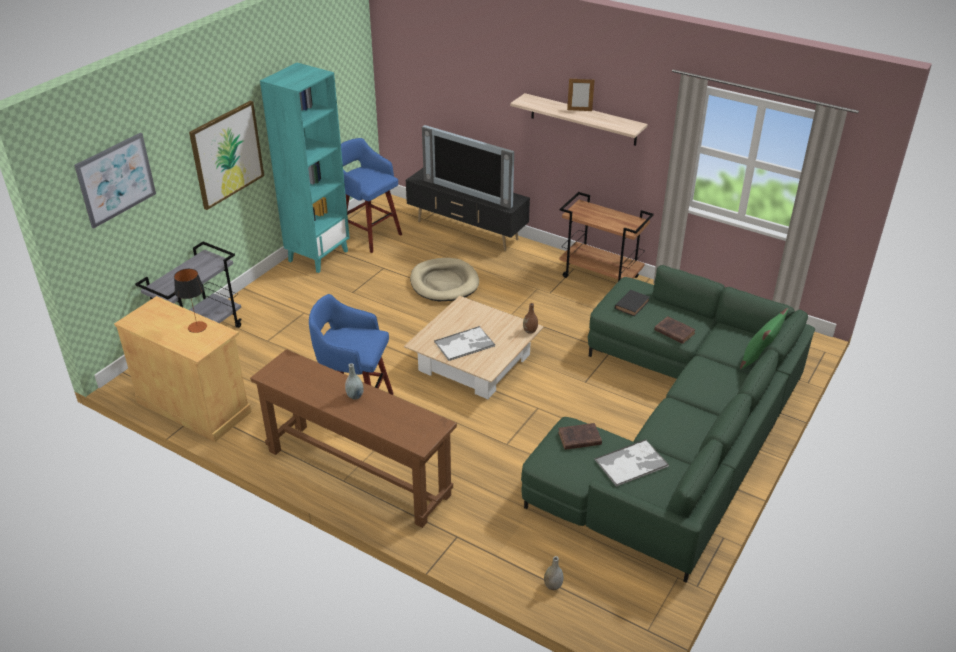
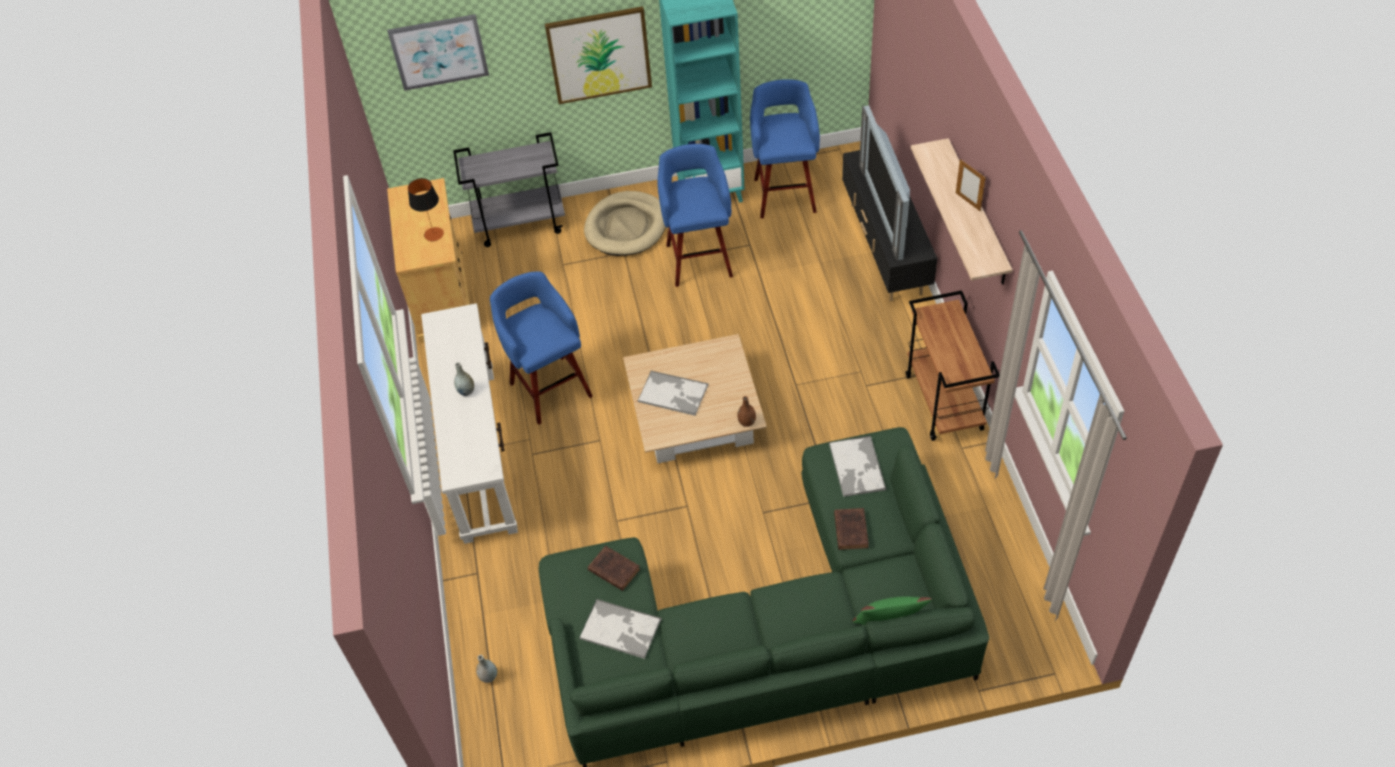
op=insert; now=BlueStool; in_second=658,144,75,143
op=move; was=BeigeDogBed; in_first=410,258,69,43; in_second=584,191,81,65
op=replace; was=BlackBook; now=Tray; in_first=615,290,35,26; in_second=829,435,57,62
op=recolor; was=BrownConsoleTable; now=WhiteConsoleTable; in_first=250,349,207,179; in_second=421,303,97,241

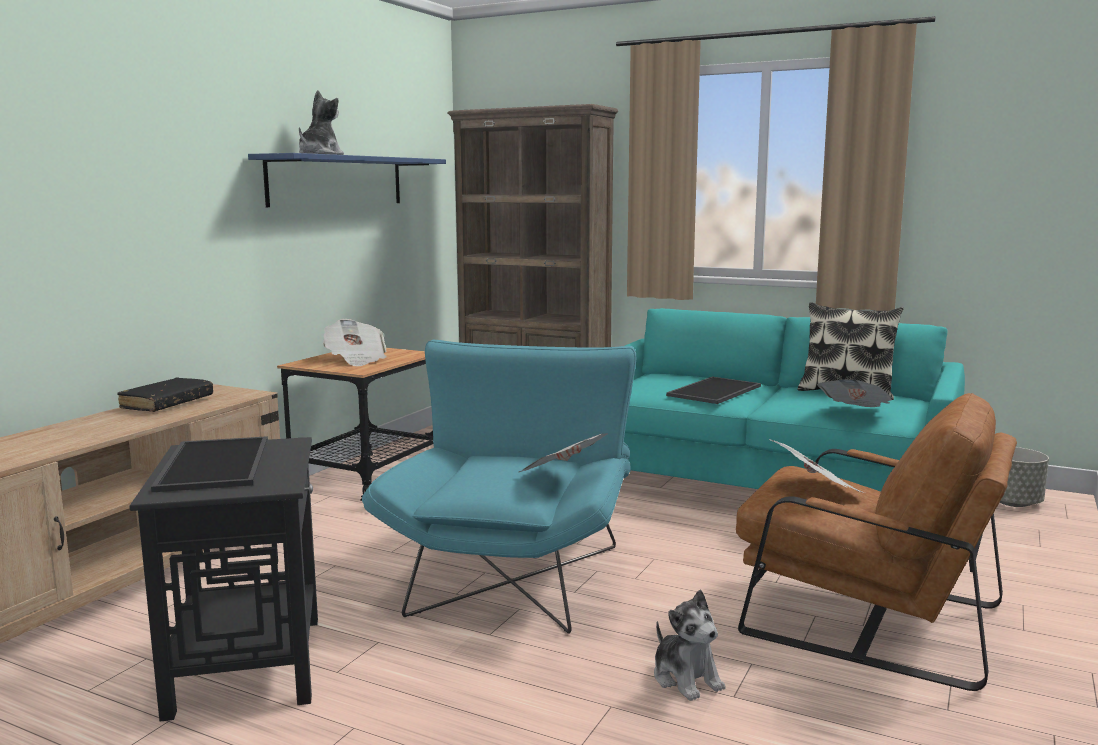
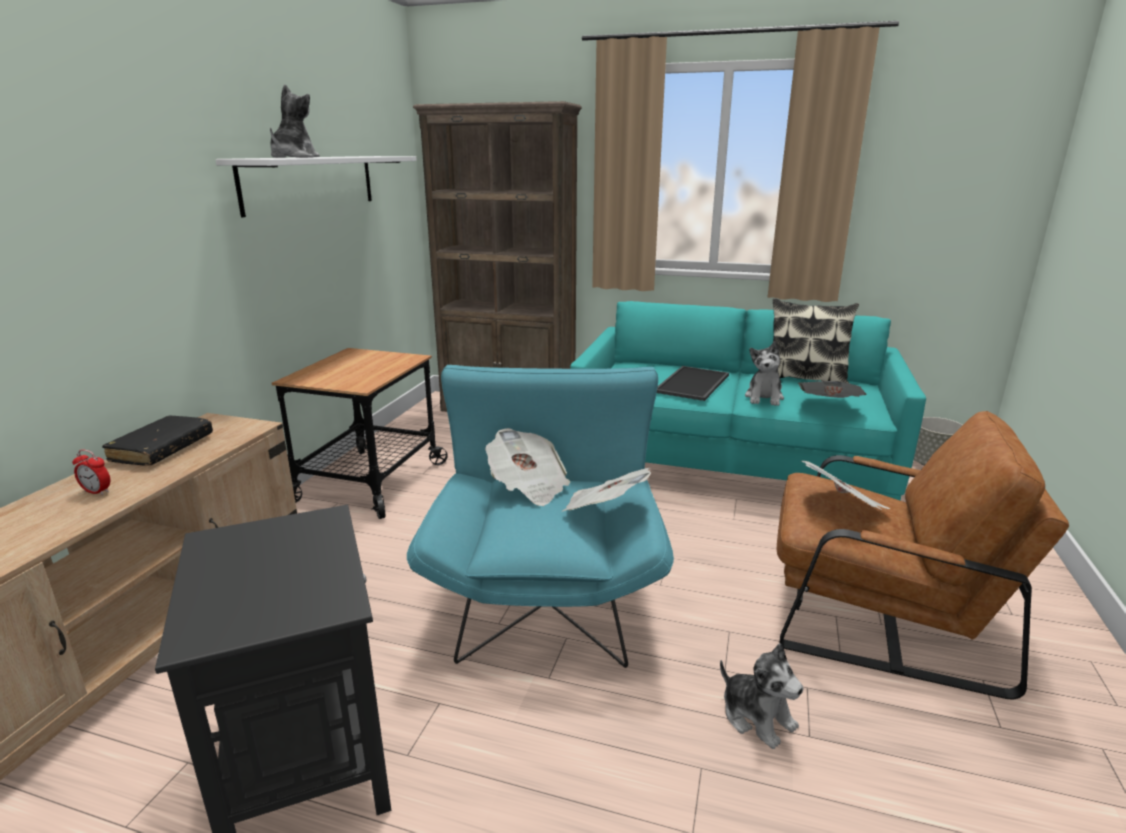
op=delete; was=Tray; in_first=151,436,117,56
op=insert; now=AlarmClock; in_second=72,450,38,45
op=insert; now=PlushToy; in_second=745,342,39,64
op=move; was=Newspaper; in_first=323,319,64,47; in_second=485,428,86,78
op=recolor; was=BlueShelf; now=WhiteShelf; in_first=248,153,198,54; in_second=215,156,202,61

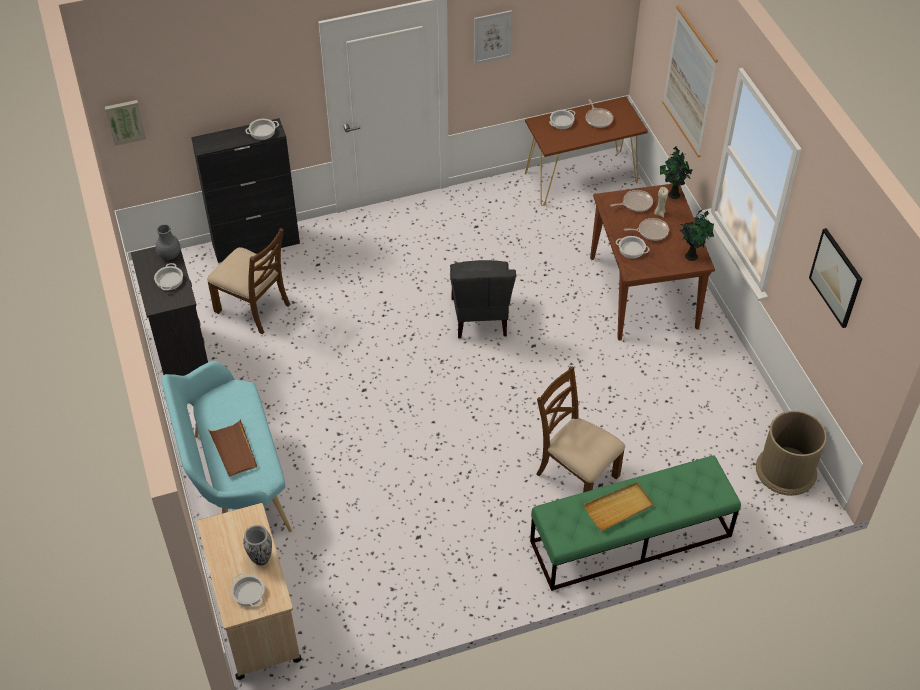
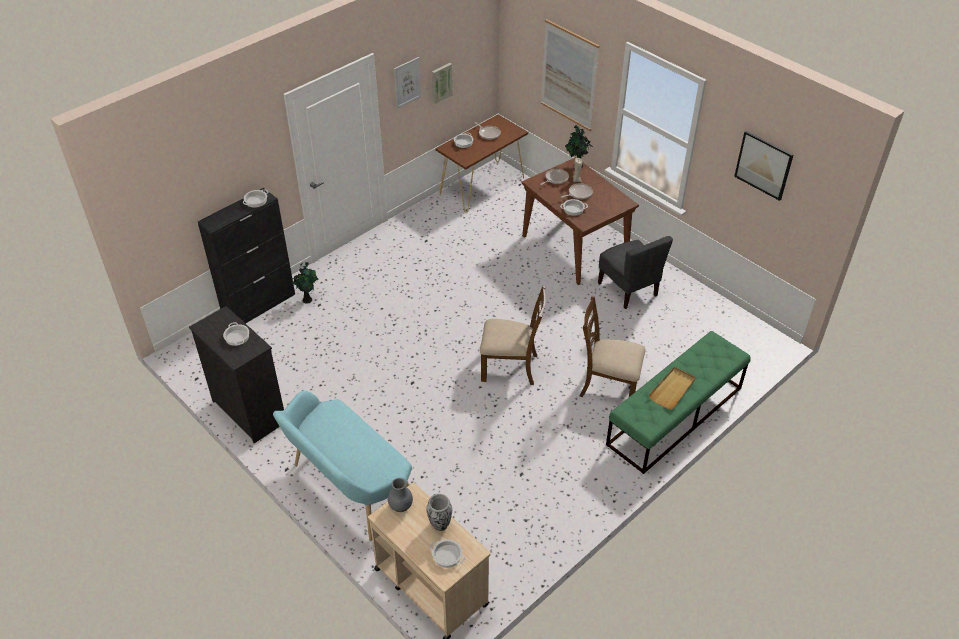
op=delete; was=BrownTray; in_first=208,419,49,58
op=delete; was=BrownTrashCan; in_first=756,411,71,85
op=move; was=Picture; in_first=105,100,41,46; in_second=432,63,21,41
op=move; was=GreyVase; in_first=156,224,25,36; in_second=388,478,25,34
op=move; was=BrownChair; in_first=207,228,84,106; in_second=480,286,66,99
op=move; was=GreyChair; in_first=450,260,66,78; in_second=598,236,75,73
op=move; was=PottedPlant; in_first=680,210,34,51; in_second=290,262,29,42

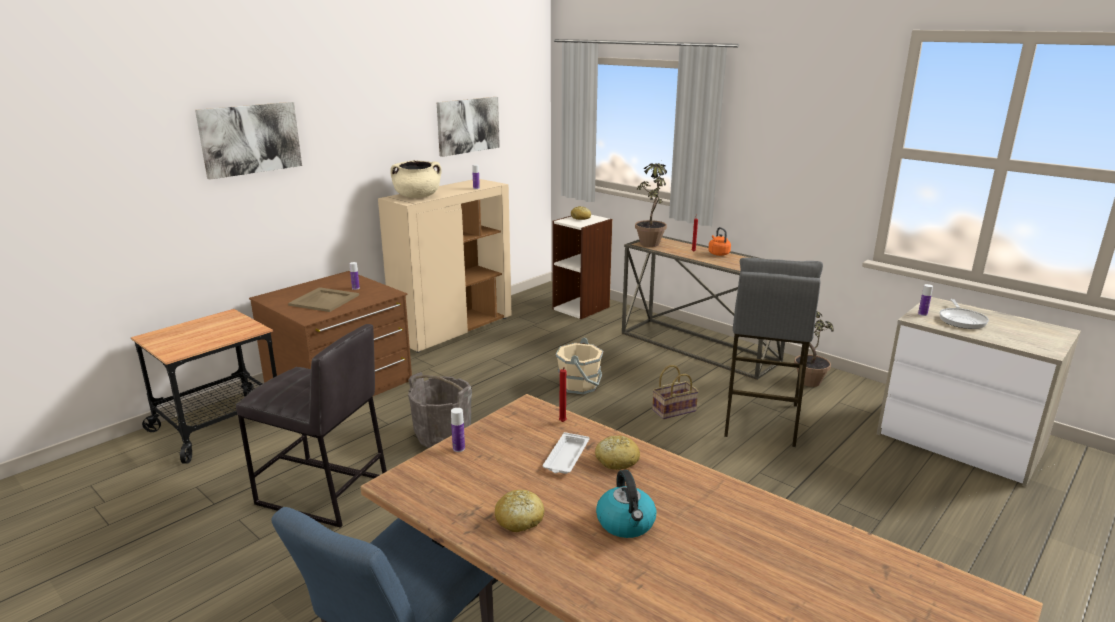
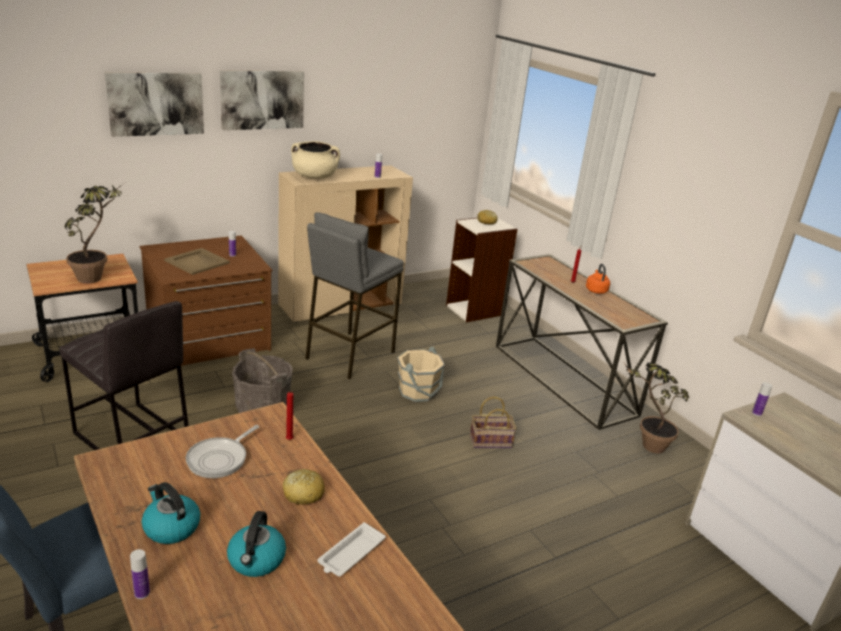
op=move; was=Picture; in_first=437,97,63,60; in_second=220,71,84,59
op=move; was=Bottle; in_first=451,408,14,44; in_second=130,549,20,50
op=move; was=WhiteTray; in_first=543,432,46,42; in_second=317,522,69,55
op=move; was=PottedPlant; in_first=635,162,32,85; in_second=65,184,58,100
op=move; was=GreyStool; in_first=724,258,99,189; in_second=305,212,99,168
op=move; was=FryingPan; in_first=940,299,49,30; in_second=186,425,73,53
op=replace; was=Bread; now=Kettle; in_first=495,490,49,42; in_second=142,482,58,62

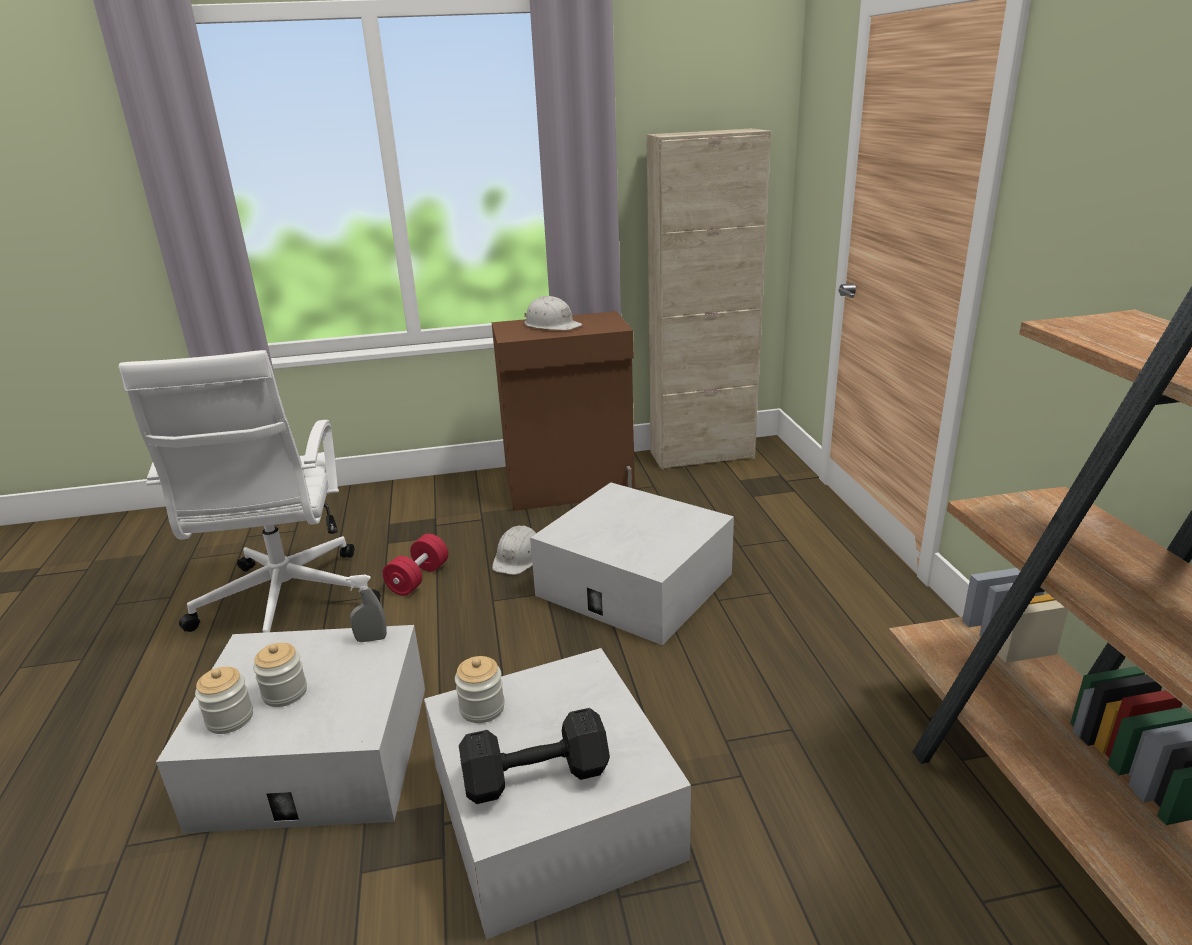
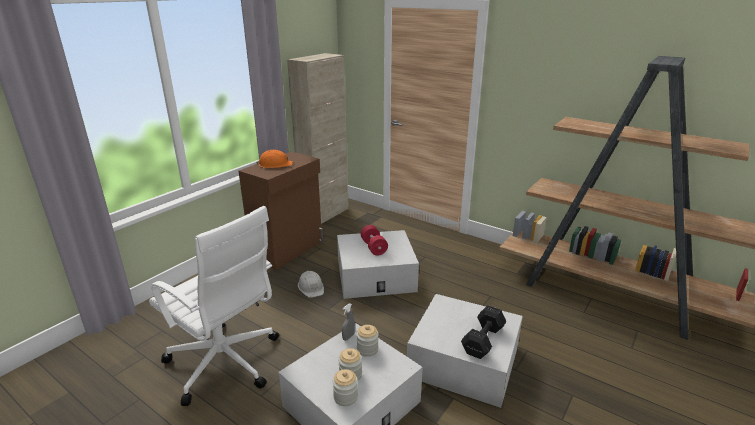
op=move; was=RedDumbbell; in_first=382,534,66,62; in_second=361,225,27,31
op=move; was=Jar; in_first=455,656,50,67; in_second=356,325,23,32
op=recolor; was=WhiteHardHat; now=OrangeHardHat; in_first=524,296,58,35; in_second=256,150,37,18

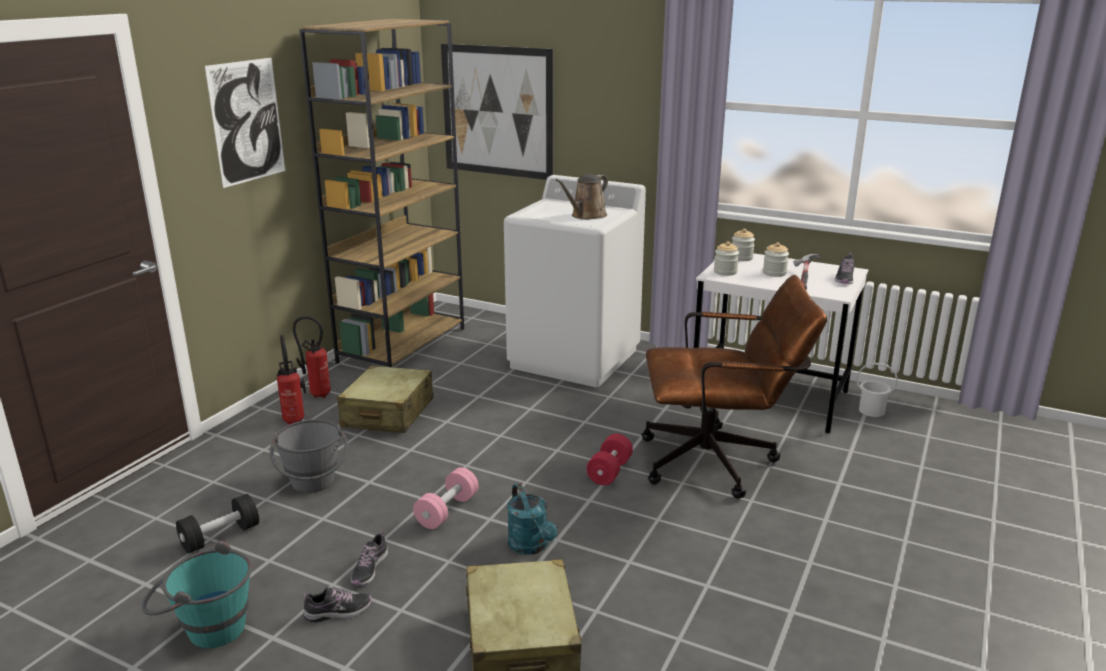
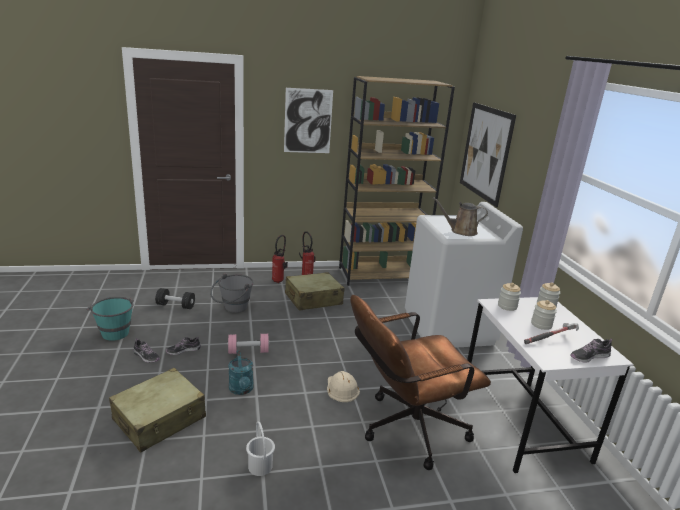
op=move; was=WhiteBucket; in_first=856,363,42,54; in_second=246,422,29,54
op=replace; was=RedDumbbell; now=BeigeHardHat; in_first=586,434,47,51; in_second=327,371,33,31
op=rotate; was=TurquoiseWateringCan; in_first=507,483,50,72; in_second=228,350,26,45; clockwise=-45
op=rotate; was=BrownOfficeChair; in_first=641,275,186,224; in_second=350,295,141,175; clockwise=105

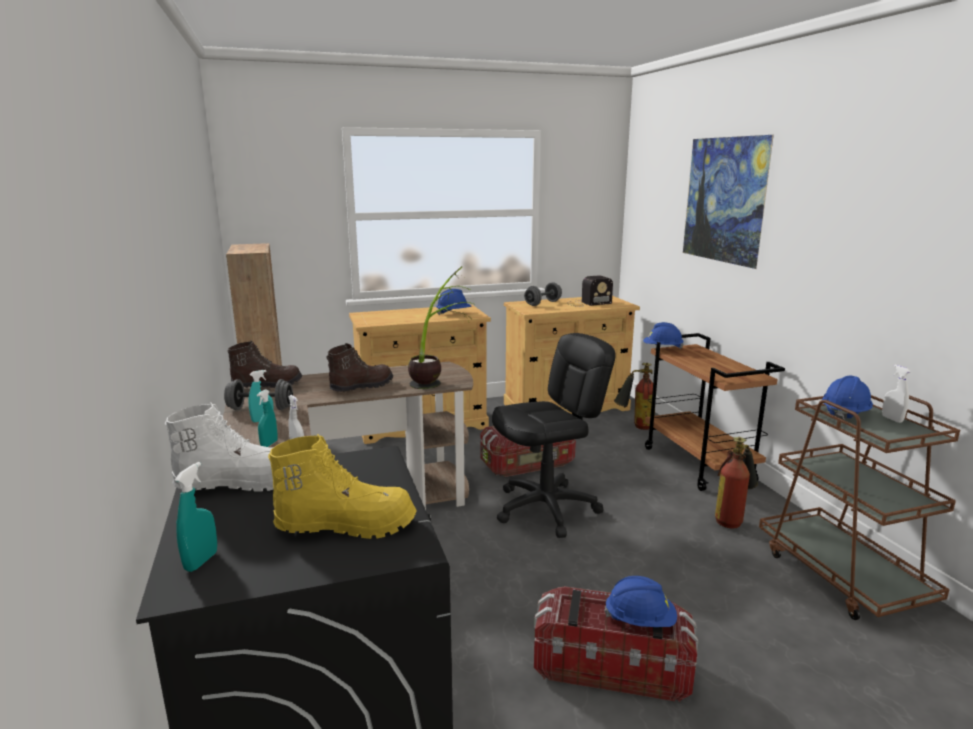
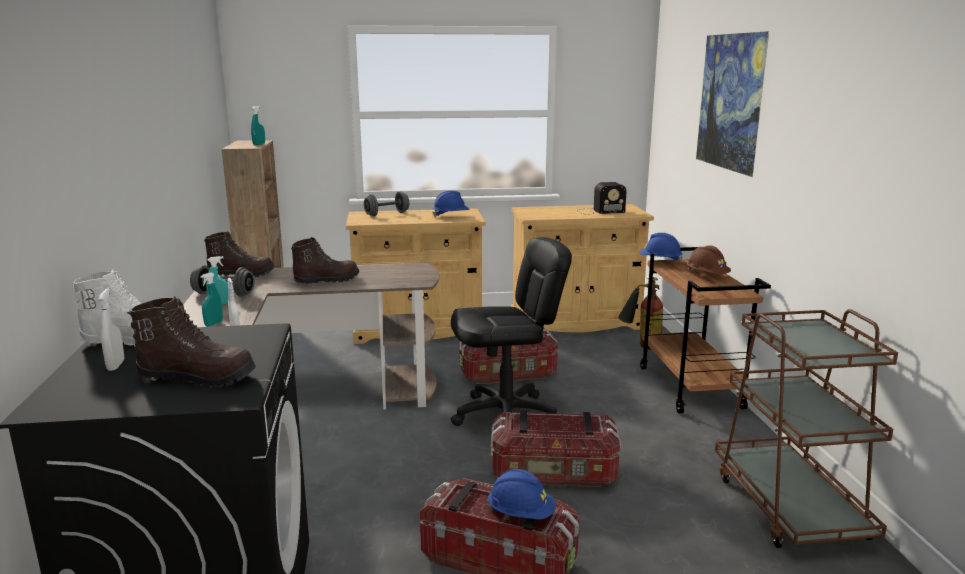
op=delete; was=PottedPlant; in_first=408,266,65,123
op=delete; was=FireExtinguisher; in_first=715,437,43,92
op=delete; was=BlueHardHat; in_first=822,376,51,44
op=insert; now=StorageBox; in_second=491,410,130,77
op=insert; now=BrownHardHat; in_second=687,245,44,29
op=move; was=TurquoiseSprayBottle; in_first=175,462,42,110; in_second=251,106,14,39
op=move; was=GreyDumbbell; in_first=524,282,38,24; in_second=364,191,45,25
op=move; was=WhiteSprayBottle; in_first=882,364,29,59; in_second=98,288,26,83
op=recolor; was=YellowBoot; now=BrownBoot; in_first=268,434,149,105; in_second=130,296,126,93

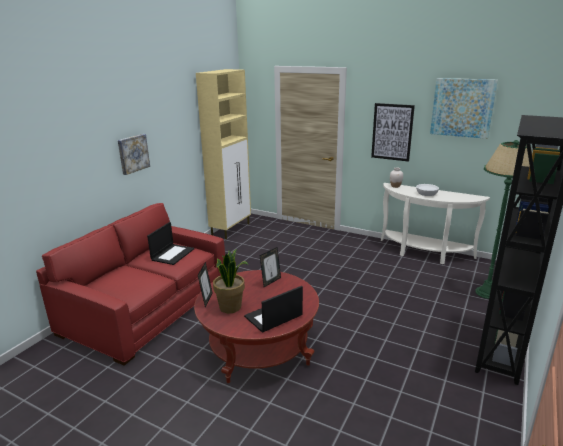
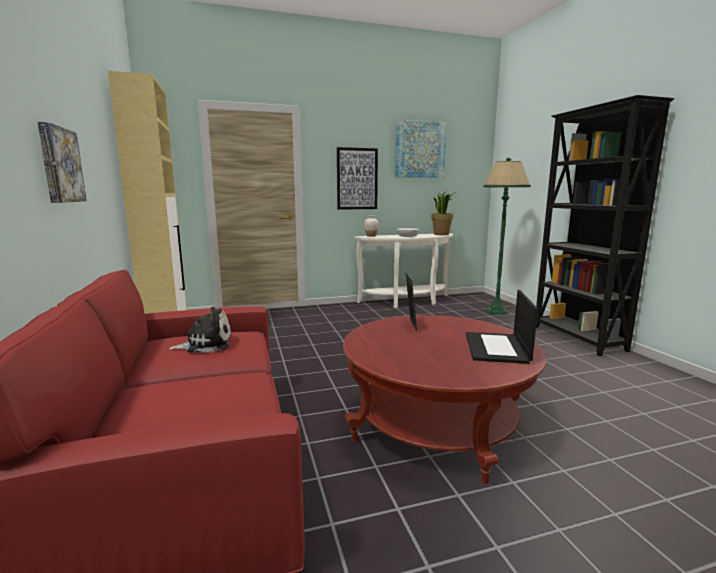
op=delete; was=PictureFrame; in_first=198,262,15,46
op=move; was=PottedPlant; in_first=213,249,35,64; in_second=431,191,25,44
op=replace; was=Laptop; now=PlushToy; in_first=147,222,47,43; in_second=168,307,63,46

